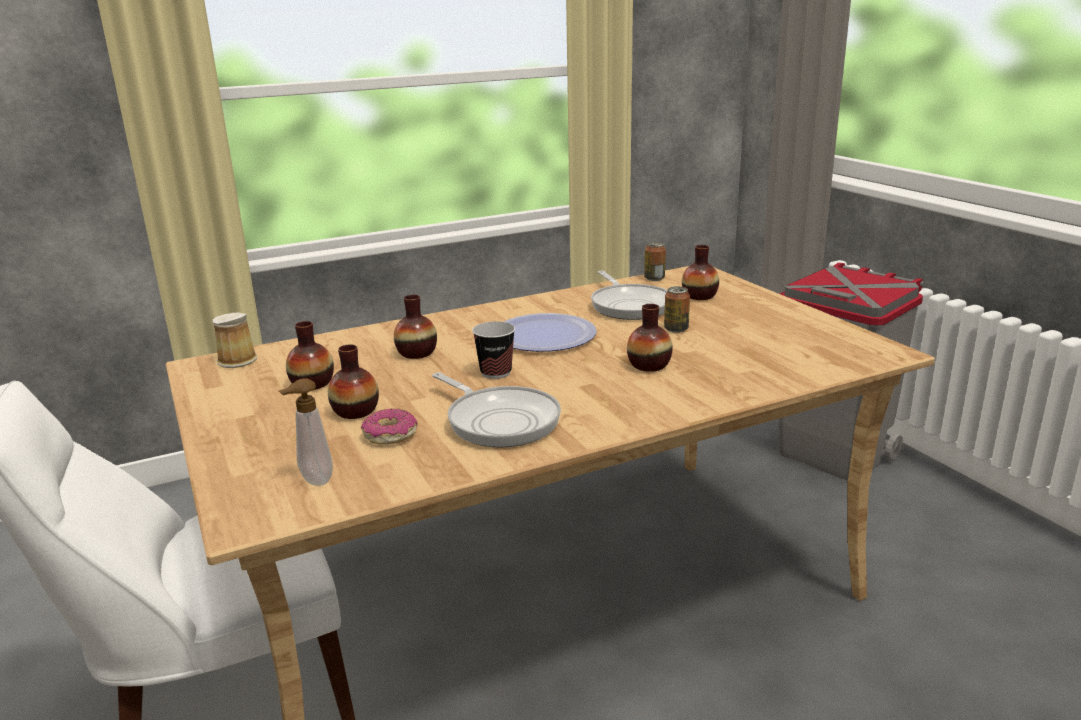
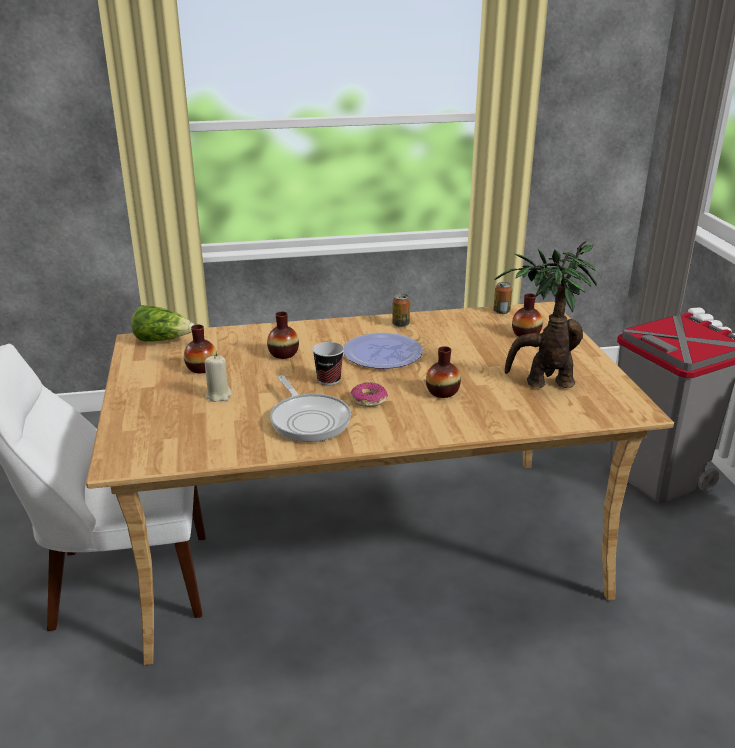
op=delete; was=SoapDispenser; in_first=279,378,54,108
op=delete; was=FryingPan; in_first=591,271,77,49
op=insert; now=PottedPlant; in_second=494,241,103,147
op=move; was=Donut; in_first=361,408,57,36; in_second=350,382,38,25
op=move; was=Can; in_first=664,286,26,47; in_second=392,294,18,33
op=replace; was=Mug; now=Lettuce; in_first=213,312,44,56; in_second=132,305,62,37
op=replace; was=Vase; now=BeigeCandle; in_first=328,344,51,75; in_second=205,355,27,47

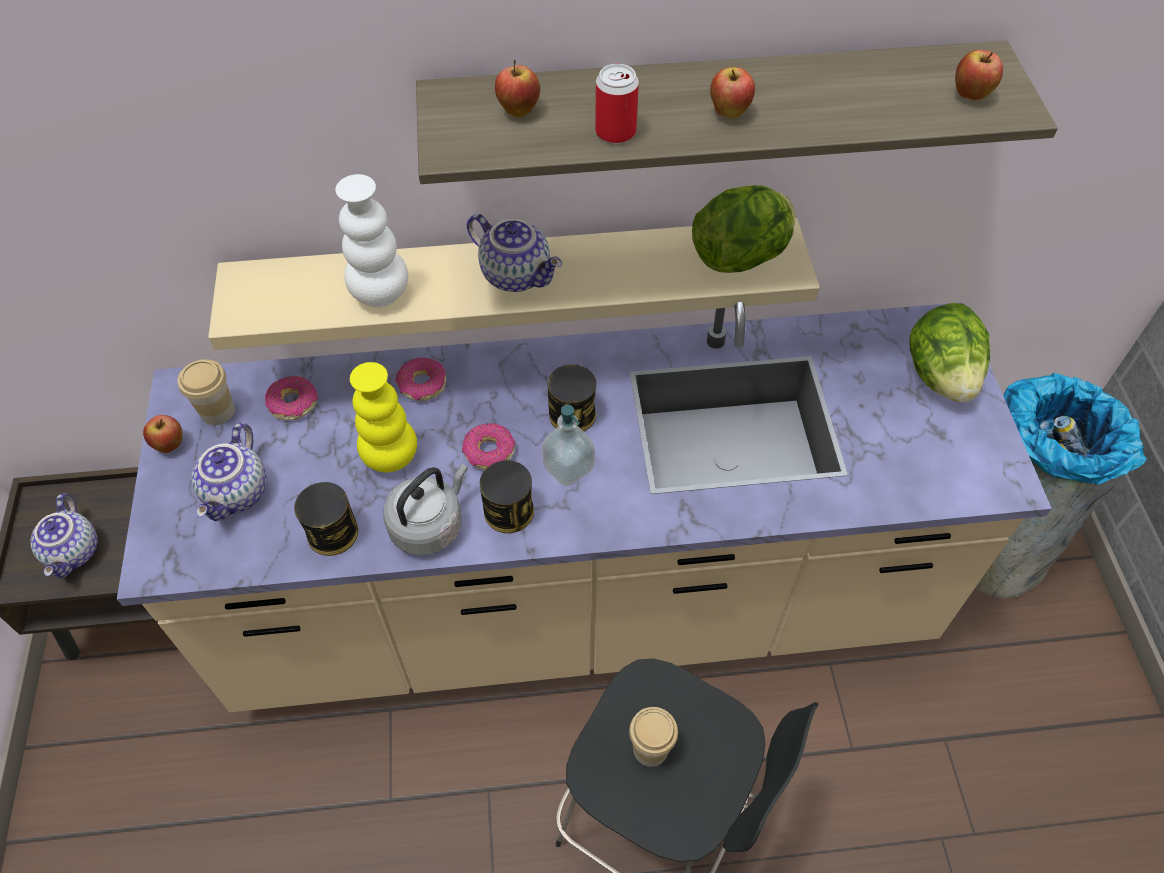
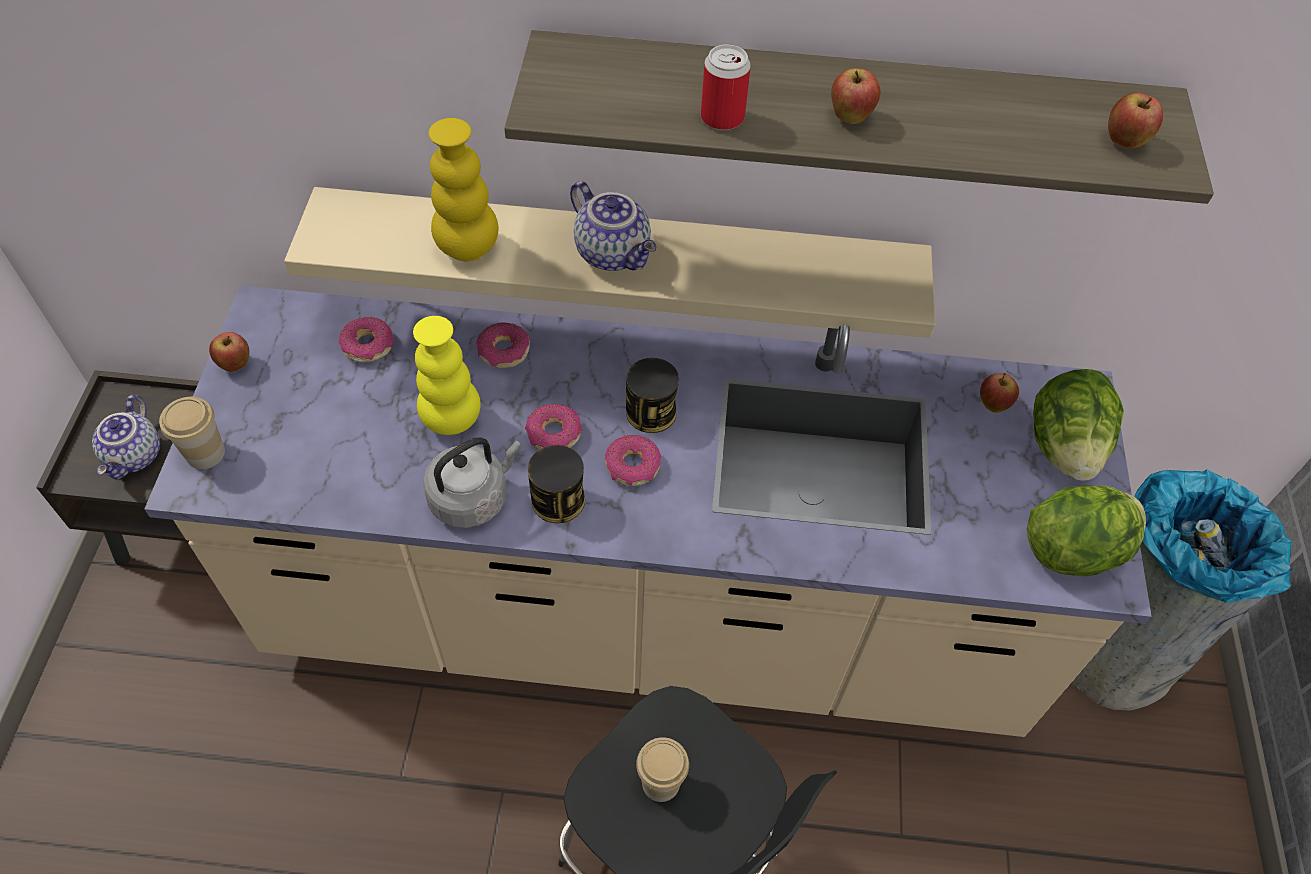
op=delete; was=Teapot; in_first=192,423,75,98
op=delete; was=Can; in_first=294,482,64,74
op=move; was=Cup; in_first=178,359,57,66; in_second=159,397,66,72
op=move; was=Apple; in_first=495,60,45,58; in_second=980,373,39,40
op=move; was=Lettuce; in_first=692,185,103,88; in_second=1027,485,119,92
op=replace; was=SoapDispenser; now=Donut; in_first=542,405,53,81; in_second=605,435,56,51
op=recolor; was=WhiteVase; now=YellowVase; in_first=335,174,73,133; in_second=428,118,71,143

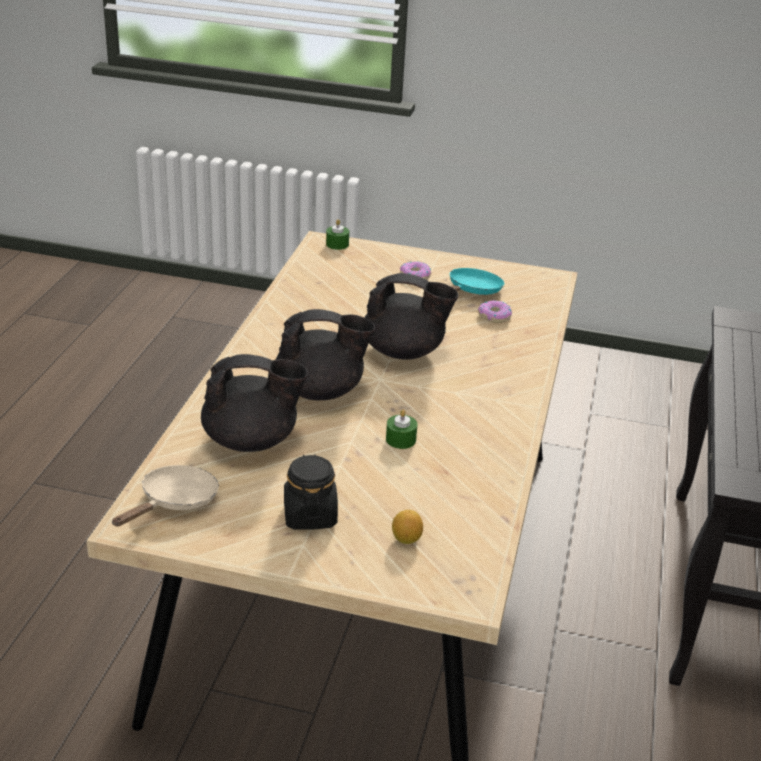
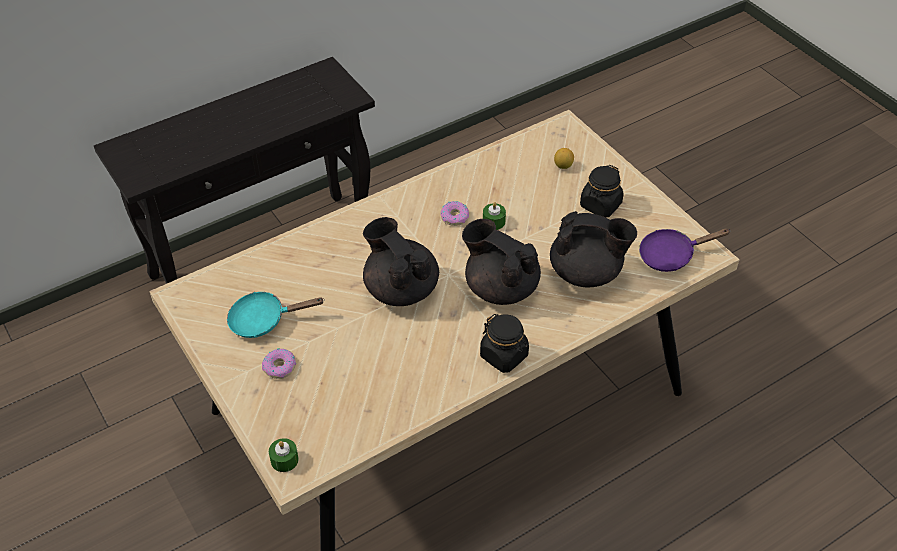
op=insert; now=BlackJar; in_second=480,314,49,59
op=move; was=Donut; in_first=478,300,34,23; in_second=440,201,29,25
op=recolor; was=BeigeFryingPan; now=PurpleFryingPan; in_first=112,465,107,62; in_second=639,228,92,44
op=rotate; was=BlackTeapot; in_first=201,354,107,98; in_second=550,211,87,76; clockwise=150

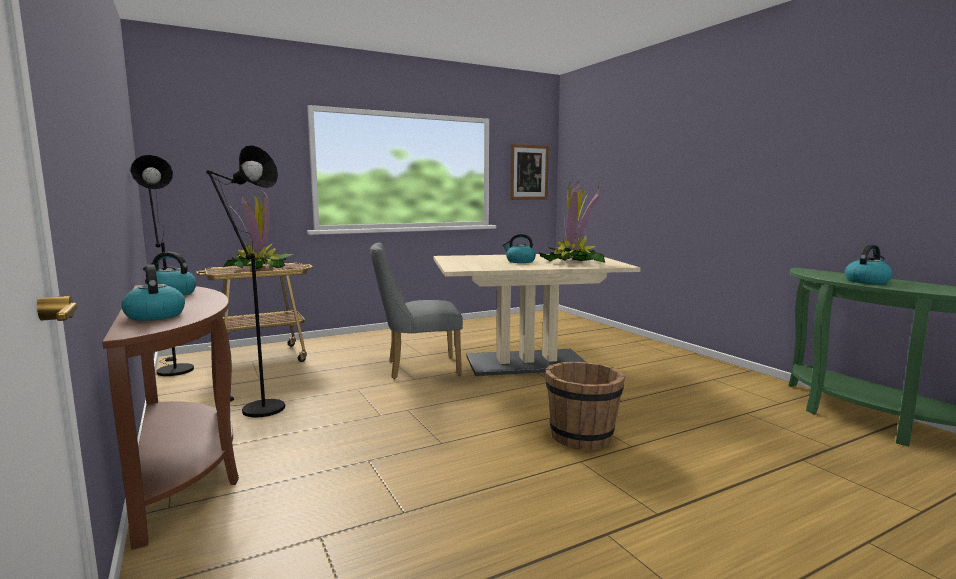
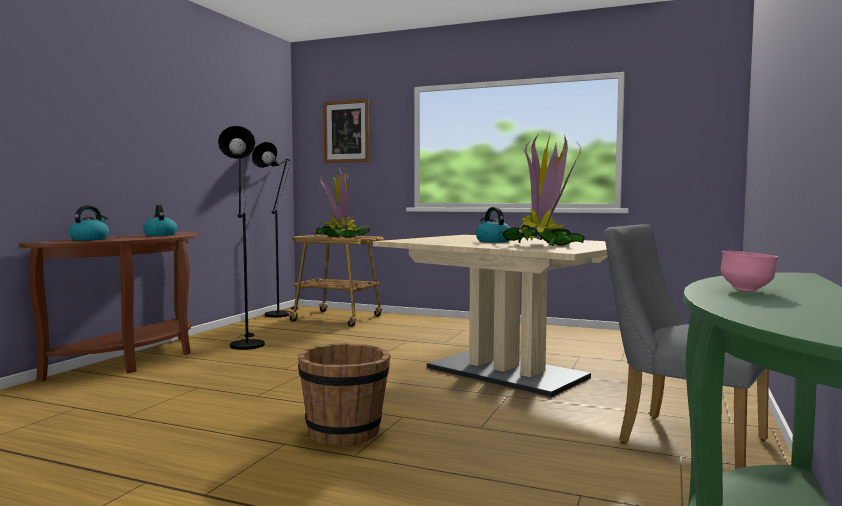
op=move; was=GreyChair; in_first=370,243,93,136; in_second=604,224,165,245
op=move; was=Picture; in_first=510,144,39,56; in_second=323,99,46,64
op=replace; was=Kettle; now=PinkBowl; in_first=845,245,48,39; in_second=721,250,57,42

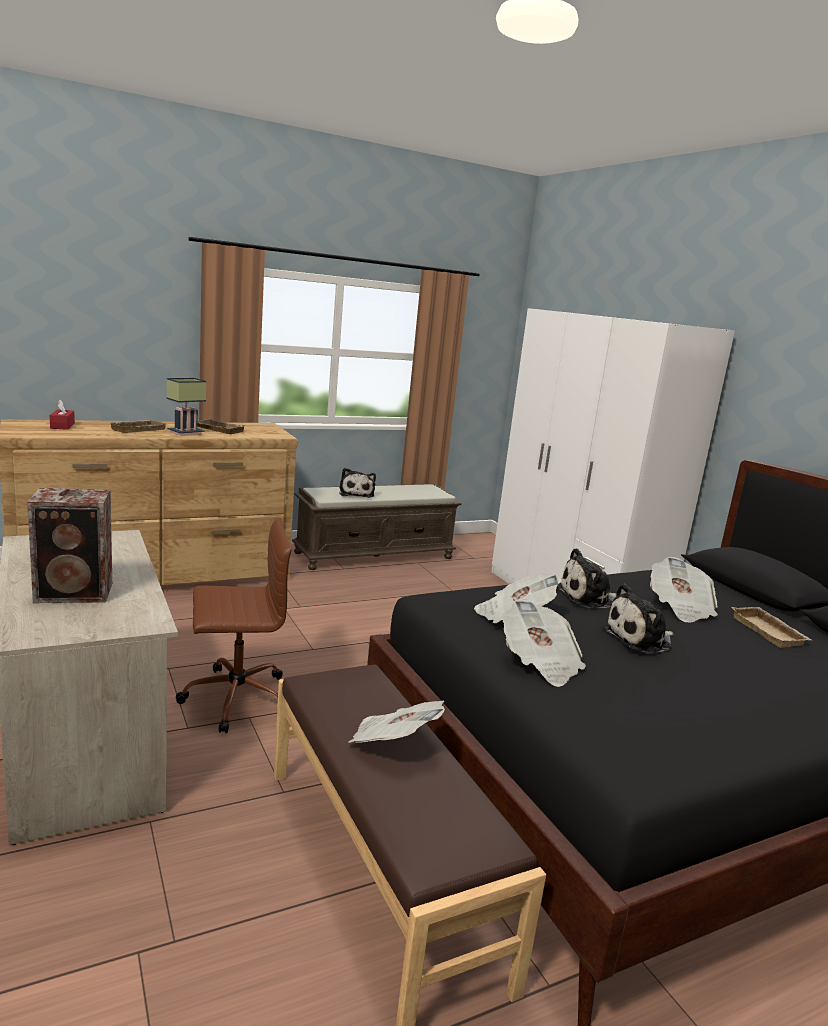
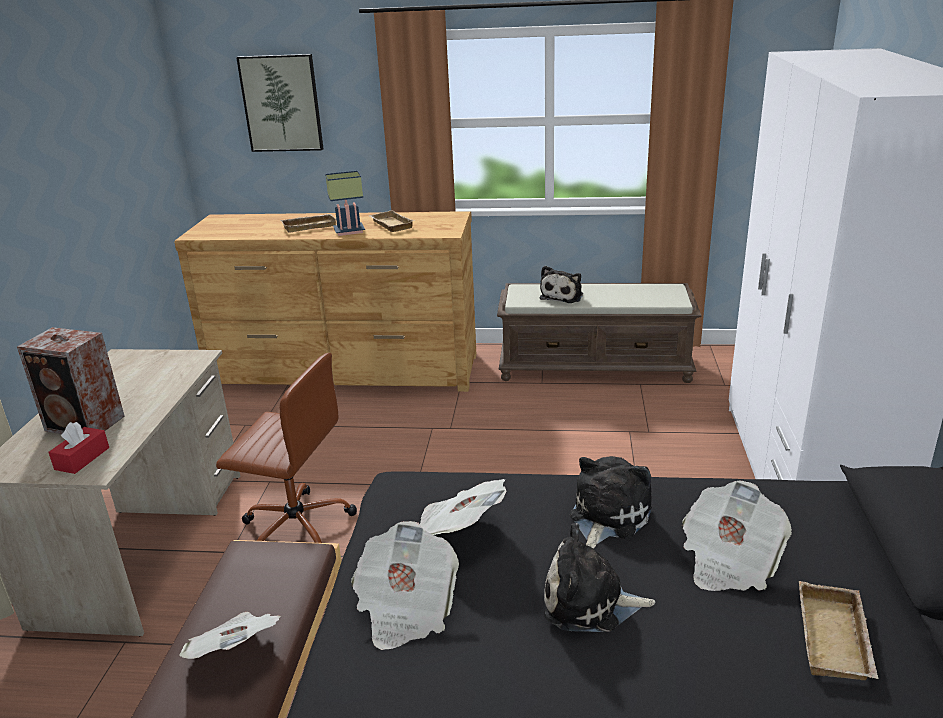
op=insert; now=Picture; in_second=236,54,87,98
op=move; was=RedTissueBox; in_first=50,400,25,30; in_second=48,422,61,52
op=rotate; was=PlushToy; in_first=557,548,59,60; in_second=570,456,82,93; clockwise=105

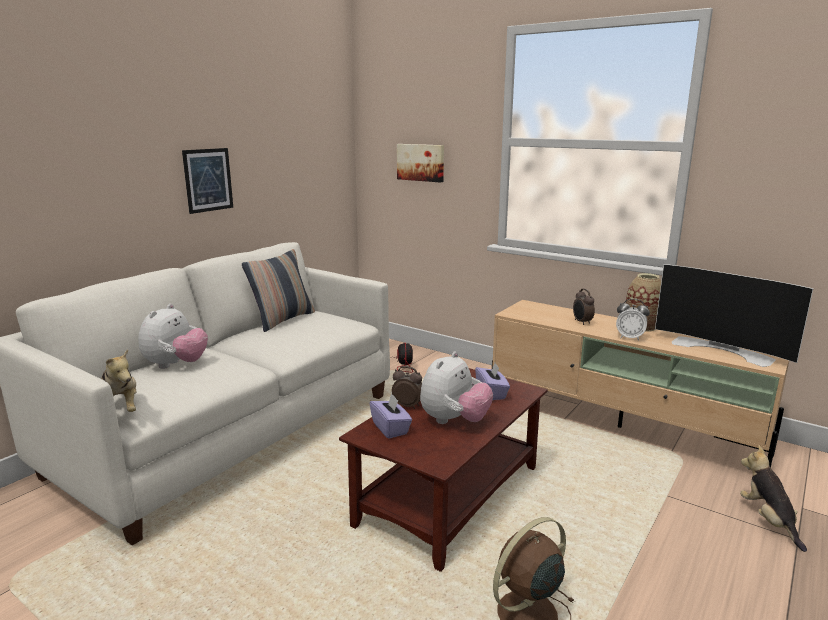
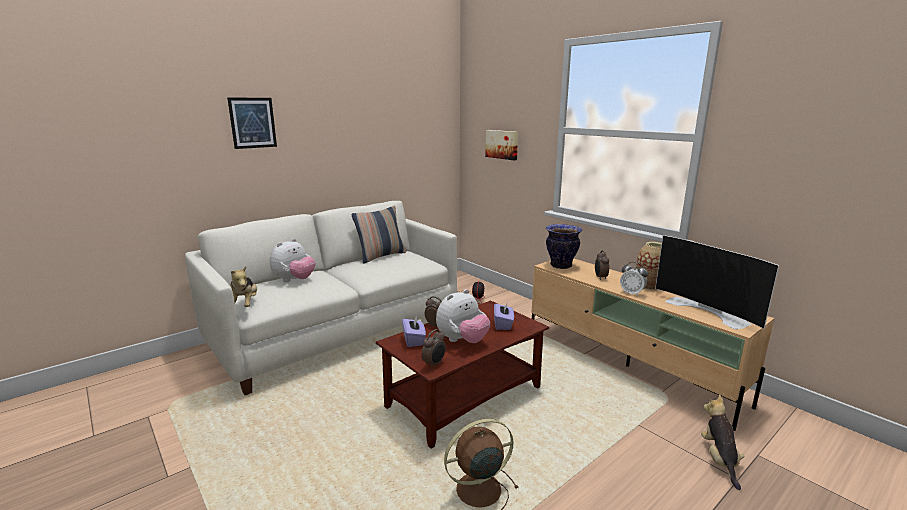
op=insert; now=AlarmClock; in_second=421,329,25,40
op=insert; now=Vase; in_second=546,224,36,45
op=move; was=Picture; in_first=182,148,51,66; in_second=227,98,50,51

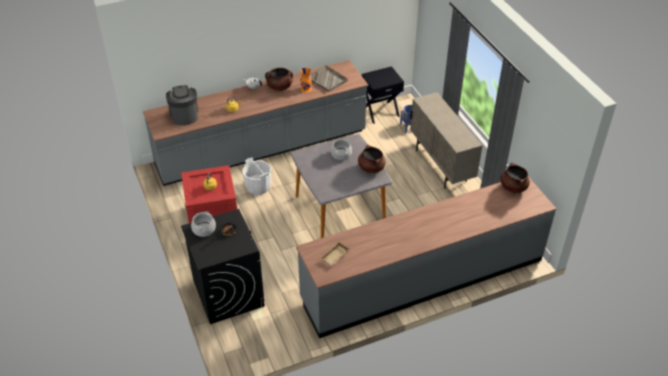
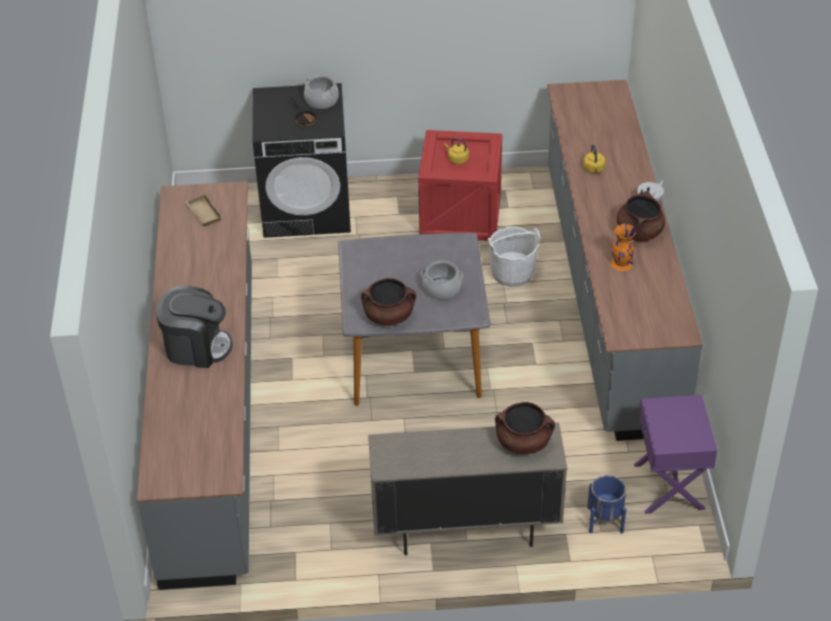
op=delete; was=GreyTray; in_first=310,65,38,27
op=move; was=CoffeeMachine; in_first=166,85,32,41; in_second=156,285,77,83
op=move; was=BrownCookingPot; in_first=500,162,30,31; in_second=495,402,60,52
op=recolor; was=BlackNightstand; now=PurpleNightstand; in_first=361,66,43,58; in_second=634,395,83,119

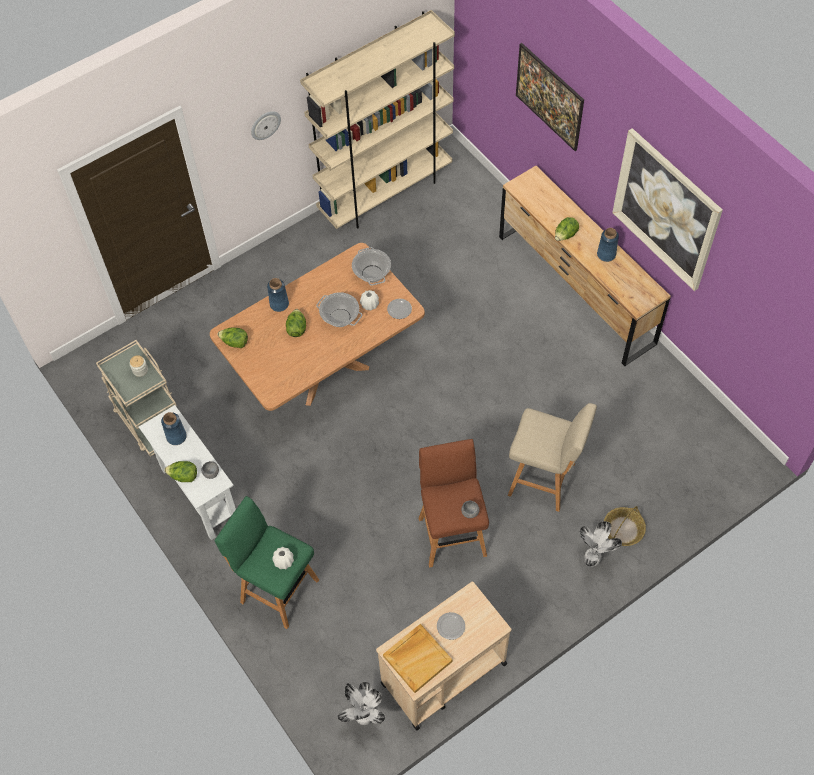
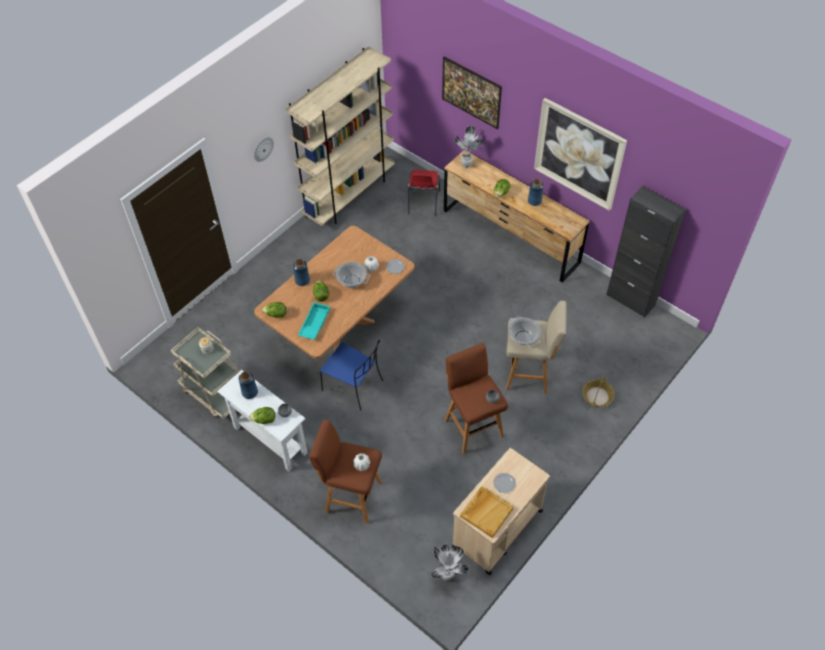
op=insert; now=TurquoiseTray; in_second=298,302,32,38
op=insert; now=BlueChair; in_second=320,340,63,70
op=insert; now=RedChair; in_second=408,170,32,46
op=insert; now=BlackCabinet; in_second=606,186,80,132
op=move; was=CookingPot; in_first=352,247,39,39; in_second=508,316,33,31
op=move; was=PottedPlant; in_first=579,521,43,45; in_second=454,126,30,42
op=recolor; was=GreenStool; now=BrownStool; in_first=215,496,104,133; in_second=309,419,73,105

